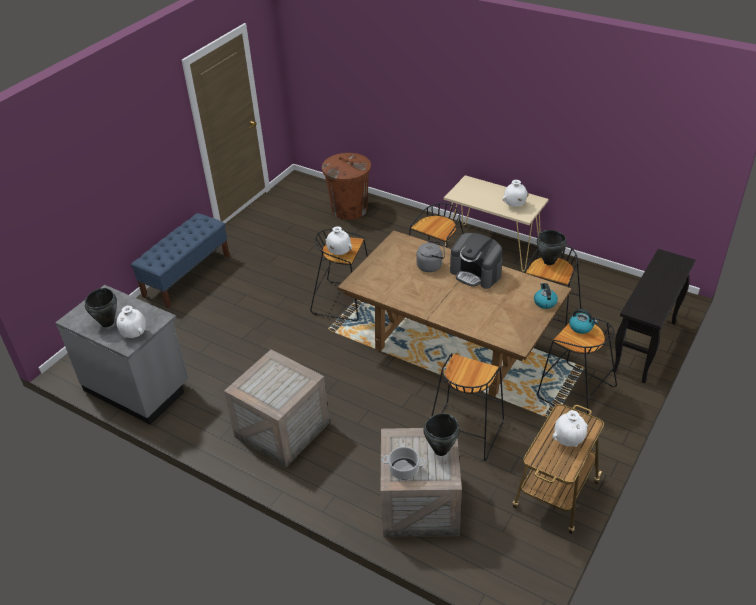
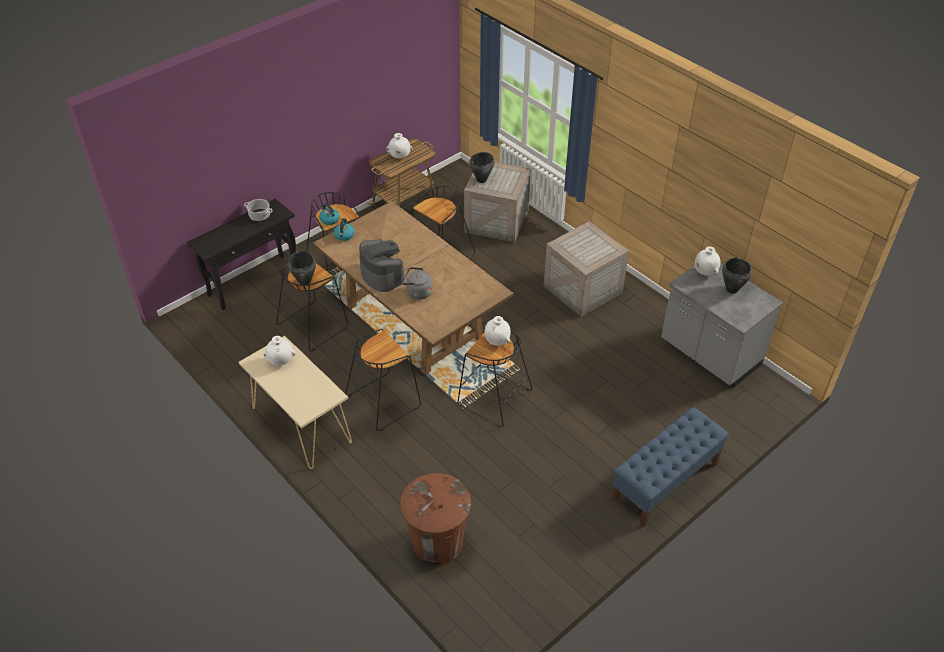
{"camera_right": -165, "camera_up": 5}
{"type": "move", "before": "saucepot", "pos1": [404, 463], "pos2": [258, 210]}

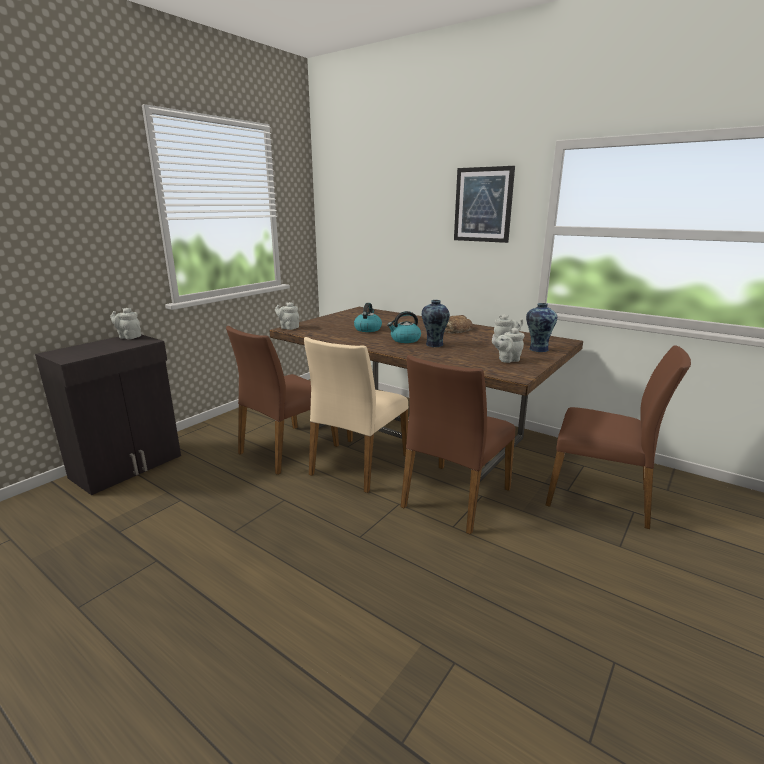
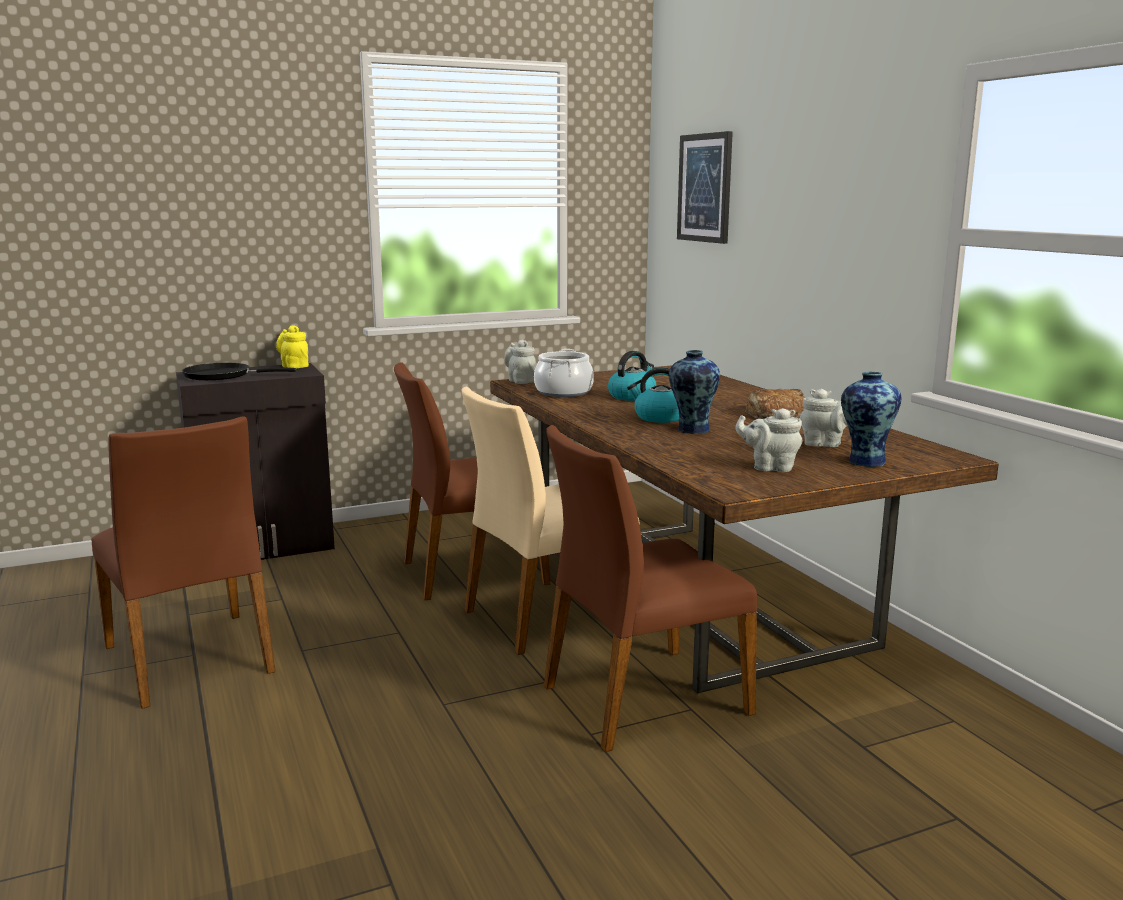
{"camera_right": 30, "camera_up": -5}
{"type": "move", "before": "chair in brown-coloured", "pos1": [618, 437], "pos2": [183, 562]}
{"type": "insert", "after": "skillet in black", "pos2": [239, 371]}
{"type": "recolor", "before": "tea pot in greyish", "after": "tea pot in yellowish", "pos1": [125, 323], "pos2": [292, 347]}
{"type": "insert", "after": "saucepot", "pos2": [564, 373]}
{"type": "move", "before": "wall picture", "pos1": [484, 204], "pos2": [705, 187]}

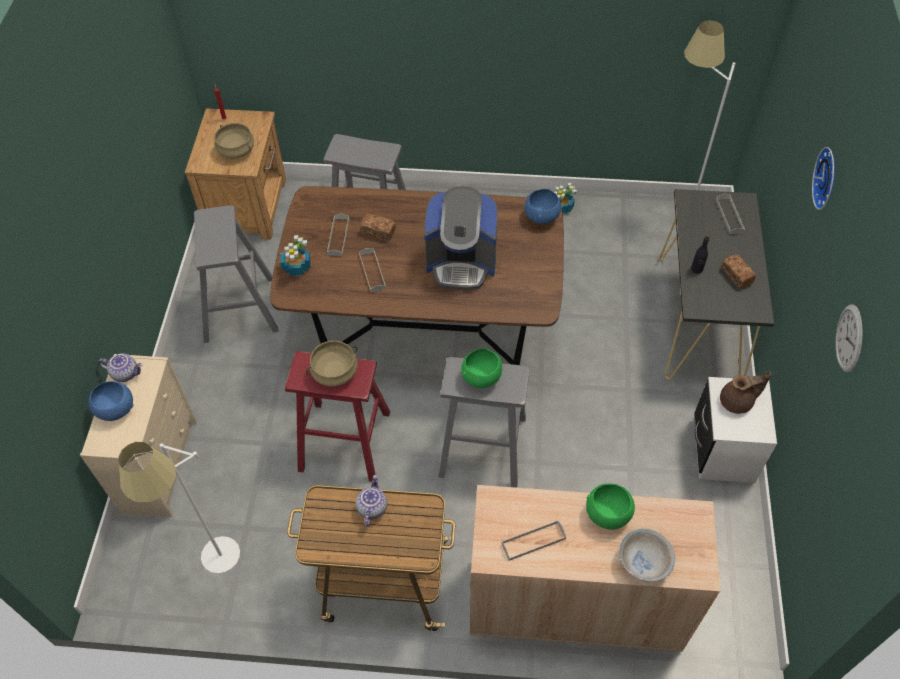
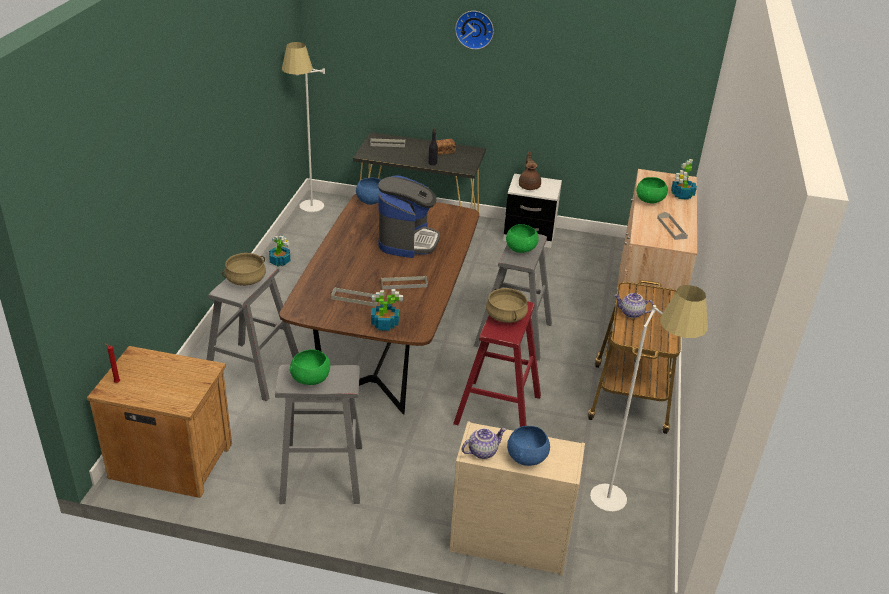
{"camera_right": -85, "camera_up": -20}
{"type": "move", "before": "saucepot in beige-coloured", "pos1": [234, 140], "pos2": [244, 269]}
{"type": "insert", "after": "deep dish in green-coloured", "pos2": [310, 367]}
{"type": "rotate", "before": "tea pot", "pos1": [120, 368], "pos2": [484, 443], "turn": 45}
{"type": "replace", "before": "deep dish in white-coloured", "after": "plant in a pot", "pos1": [647, 555], "pos2": [684, 179]}
{"type": "delete", "before": "baked bread", "pos1": [378, 227]}
{"type": "delete", "before": "clock on the wall", "pos1": [849, 338]}

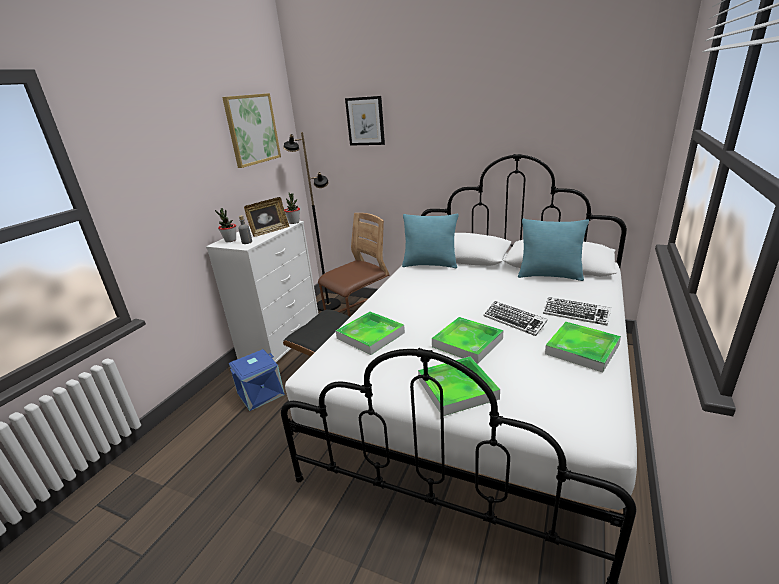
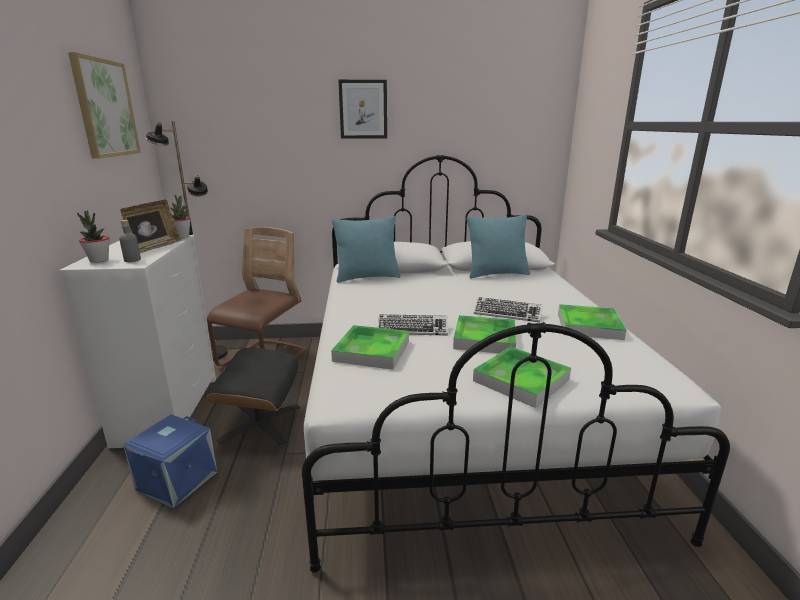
{"camera_right": -30, "camera_up": -5}
{"type": "move", "before": "wall picture", "pos1": [365, 121], "pos2": [363, 109]}
{"type": "move", "before": "PC keyboard", "pos1": [577, 311], "pos2": [413, 324]}

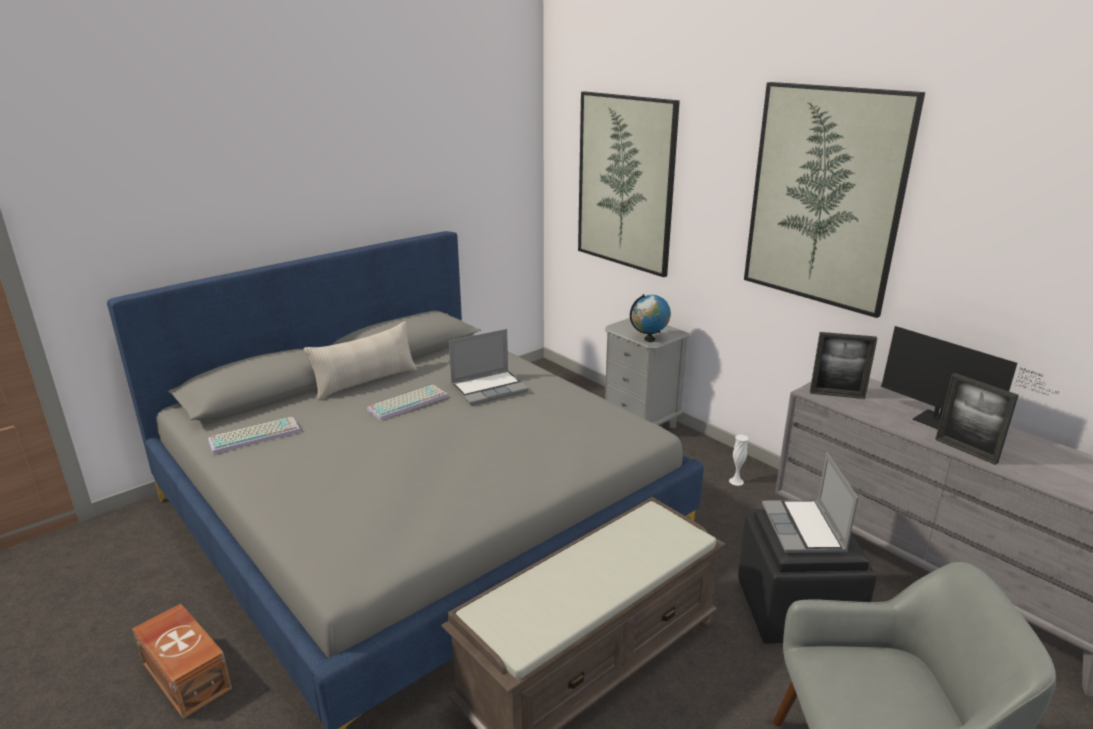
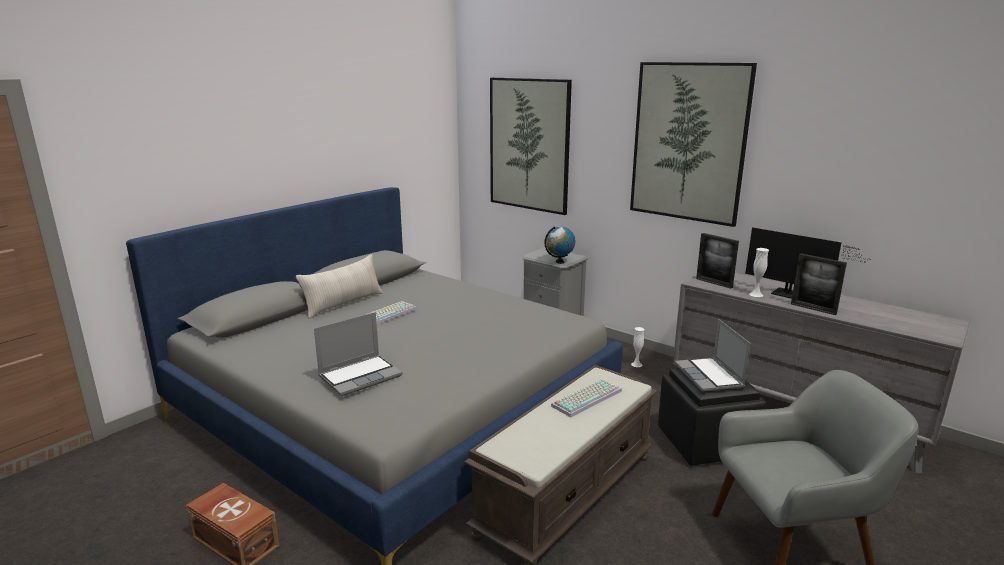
{"camera_right": -10, "camera_up": -5}
{"type": "move", "before": "laptop", "pos1": [489, 367], "pos2": [358, 354]}
{"type": "move", "before": "PC keyboard", "pos1": [254, 435], "pos2": [586, 398]}
{"type": "rotate", "before": "picture frame", "pos1": [843, 365], "pos2": [717, 261], "turn": 45}
{"type": "insert", "after": "flower vase in white-coloured", "pos2": [759, 272]}

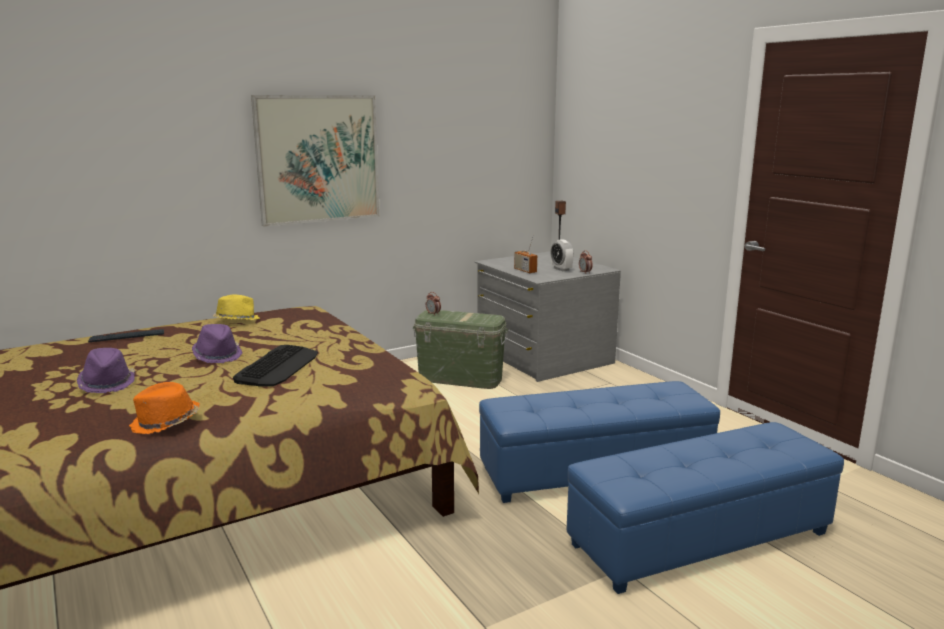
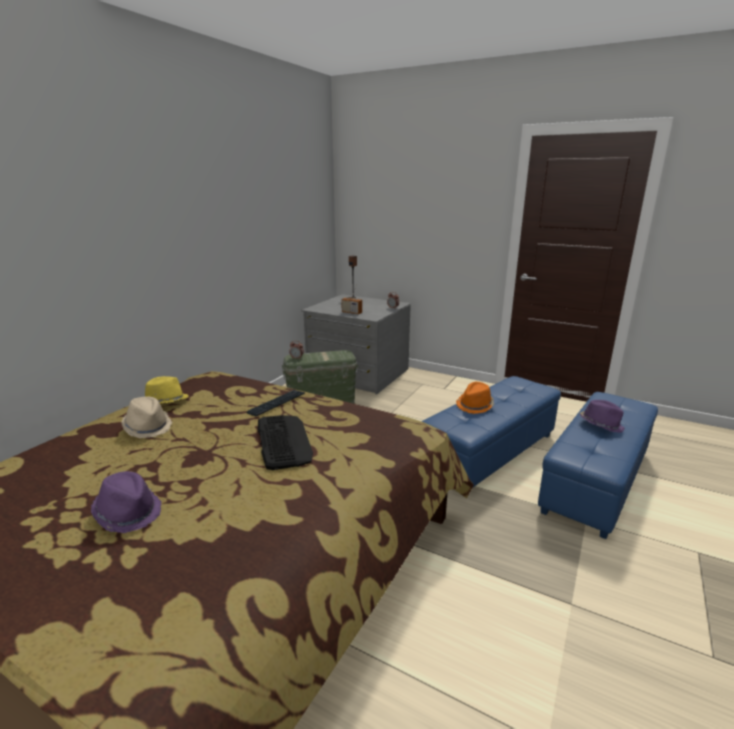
{"camera_right": -30, "camera_up": 5}
{"type": "insert", "after": "wearable hat in beige-coloured", "pos2": [146, 417]}
{"type": "move", "before": "PC keyboard", "pos1": [126, 335], "pos2": [276, 403]}
{"type": "move", "before": "wearable hat in orange-coloured", "pos1": [164, 408], "pos2": [475, 398]}
{"type": "move", "before": "wearable hat in purple", "pos1": [217, 343], "pos2": [602, 416]}
{"type": "delete", "before": "wall picture", "pos1": [315, 161]}
{"type": "delete", "before": "table clock", "pos1": [562, 255]}

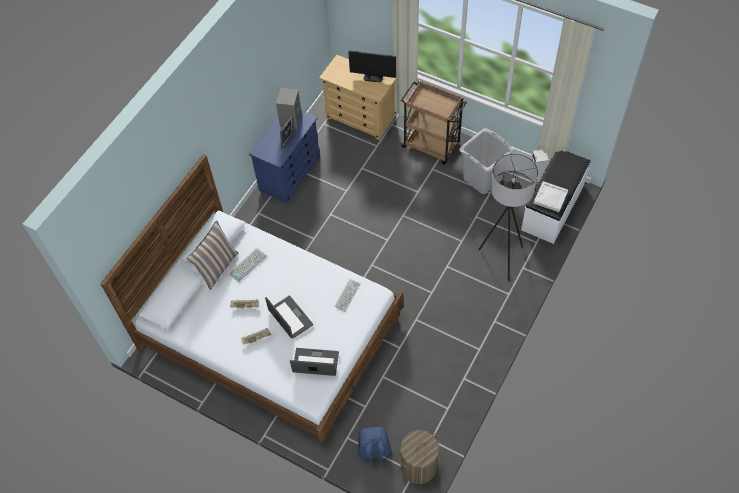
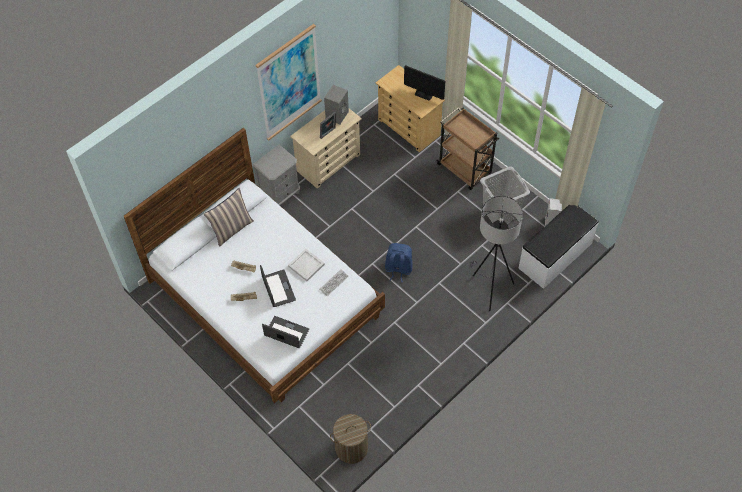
{"camera_right": 15, "camera_up": 0}
{"type": "insert", "after": "night table in greyish", "pos2": [276, 175]}
{"type": "insert", "after": "wall picture", "pos2": [288, 82]}
{"type": "move", "before": "tray in white-coloured", "pos1": [551, 196], "pos2": [306, 265]}
{"type": "recolor", "before": "dresser in bluish", "after": "dresser in beige-coloured", "pos1": [284, 157], "pos2": [326, 149]}
{"type": "move", "before": "rucksack in bluish", "pos1": [374, 449], "pos2": [399, 263]}
{"type": "delete", "before": "PC keyboard", "pos1": [248, 265]}

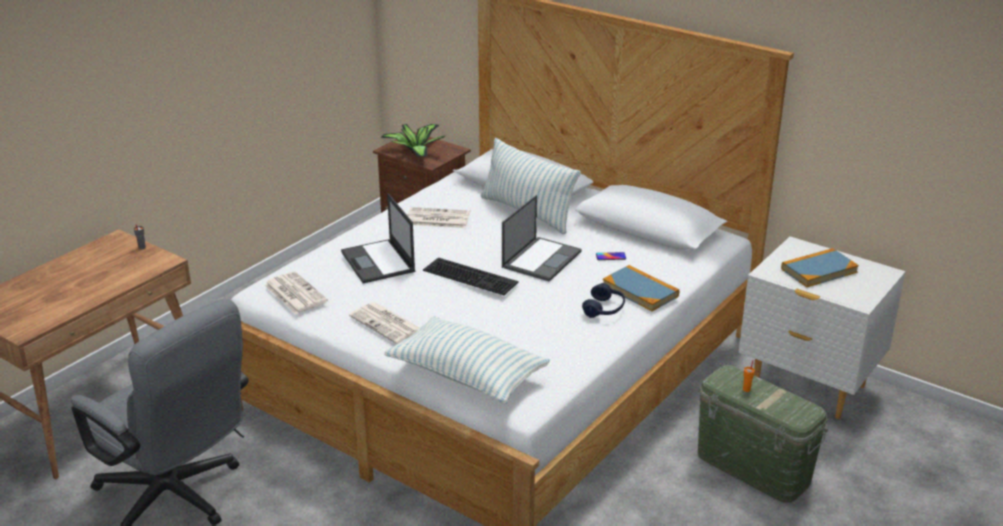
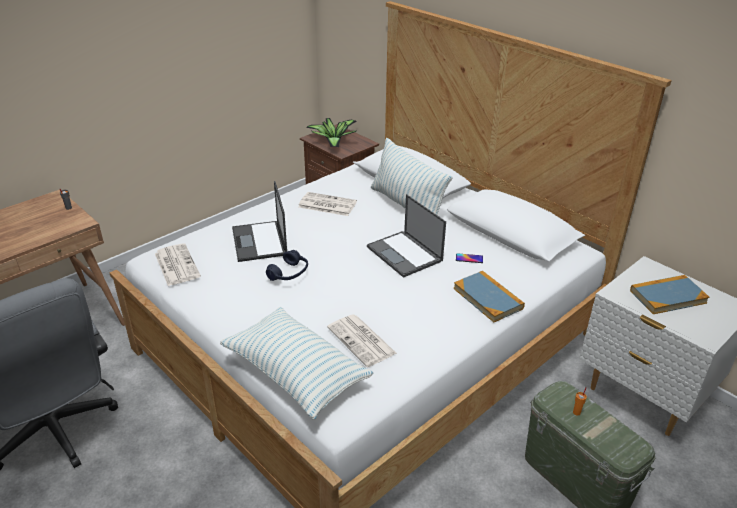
{"camera_right": 10, "camera_up": 5}
{"type": "move", "before": "pair of headphones in bluish", "pos1": [603, 300], "pos2": [287, 265]}
{"type": "move", "before": "newspaper", "pos1": [384, 323], "pos2": [362, 341]}
{"type": "rotate", "before": "laptop", "pos1": [542, 238], "pos2": [406, 236], "turn": 105}
{"type": "delete", "before": "PC keyboard", "pos1": [471, 276]}

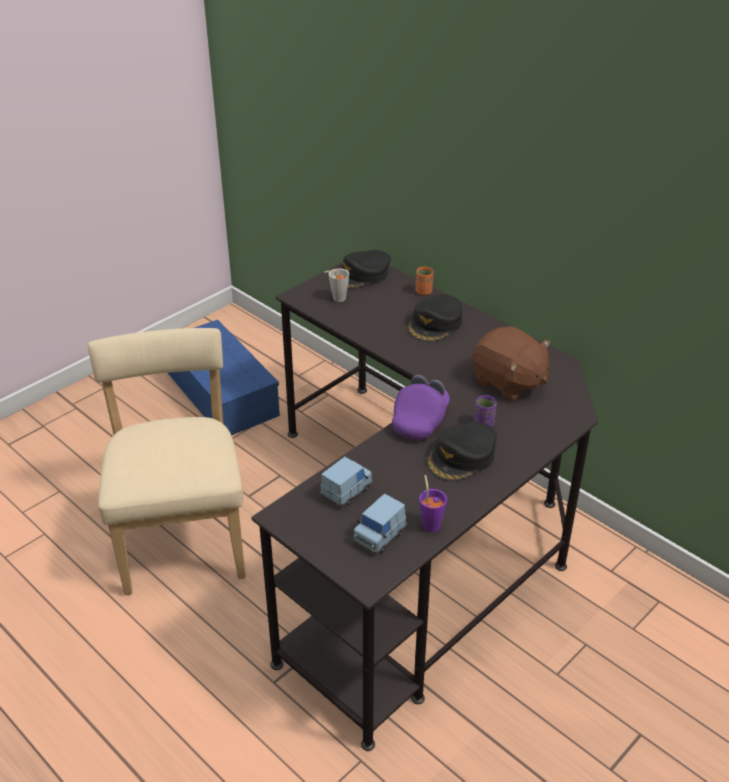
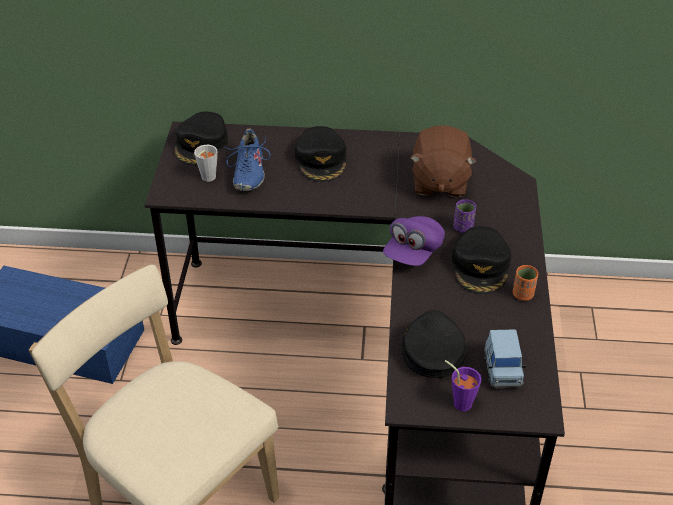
{"camera_right": -40, "camera_up": 5}
{"type": "insert", "after": "item of footwear in bluish", "pos2": [247, 159]}
{"type": "rotate", "before": "baseball cap in purple", "pos1": [421, 407], "pos2": [414, 241], "turn": -135}
{"type": "replace", "before": "miniature car in bluish", "after": "baseball cap in black", "pos1": [346, 481], "pos2": [434, 344]}
{"type": "rotate", "before": "cuddly toy in brown-coloured", "pos1": [511, 363], "pos2": [443, 161], "turn": 90}
{"type": "move", "before": "drinking cup in purple", "pos1": [433, 503], "pos2": [463, 385]}
{"type": "move", "before": "drinking cup in orange-coloured", "pos1": [425, 281], "pos2": [525, 283]}

